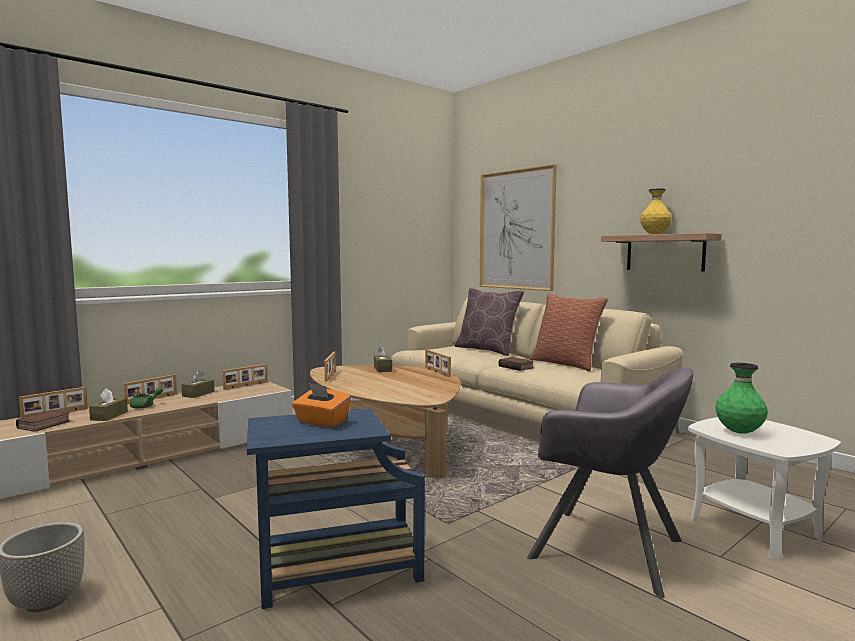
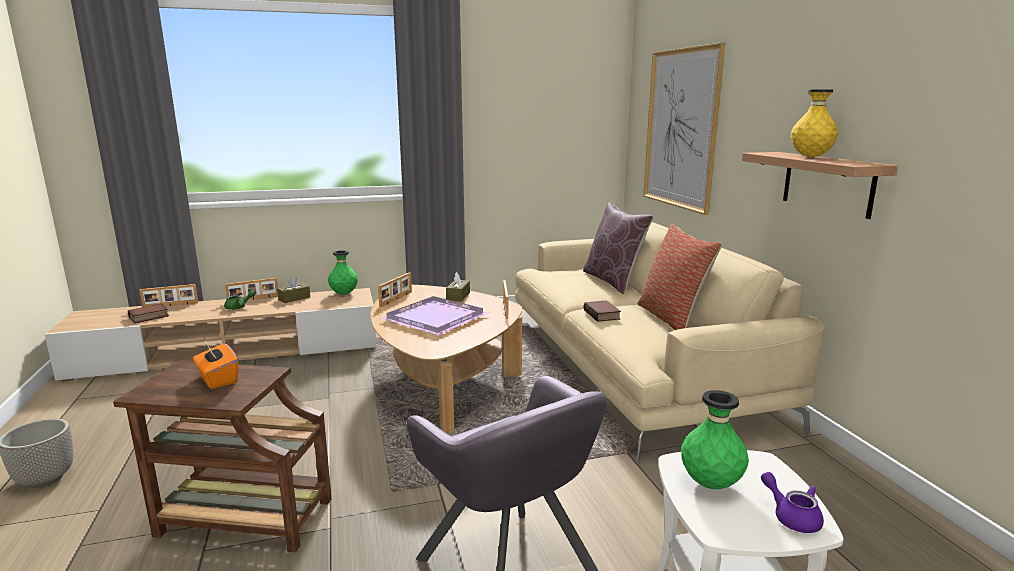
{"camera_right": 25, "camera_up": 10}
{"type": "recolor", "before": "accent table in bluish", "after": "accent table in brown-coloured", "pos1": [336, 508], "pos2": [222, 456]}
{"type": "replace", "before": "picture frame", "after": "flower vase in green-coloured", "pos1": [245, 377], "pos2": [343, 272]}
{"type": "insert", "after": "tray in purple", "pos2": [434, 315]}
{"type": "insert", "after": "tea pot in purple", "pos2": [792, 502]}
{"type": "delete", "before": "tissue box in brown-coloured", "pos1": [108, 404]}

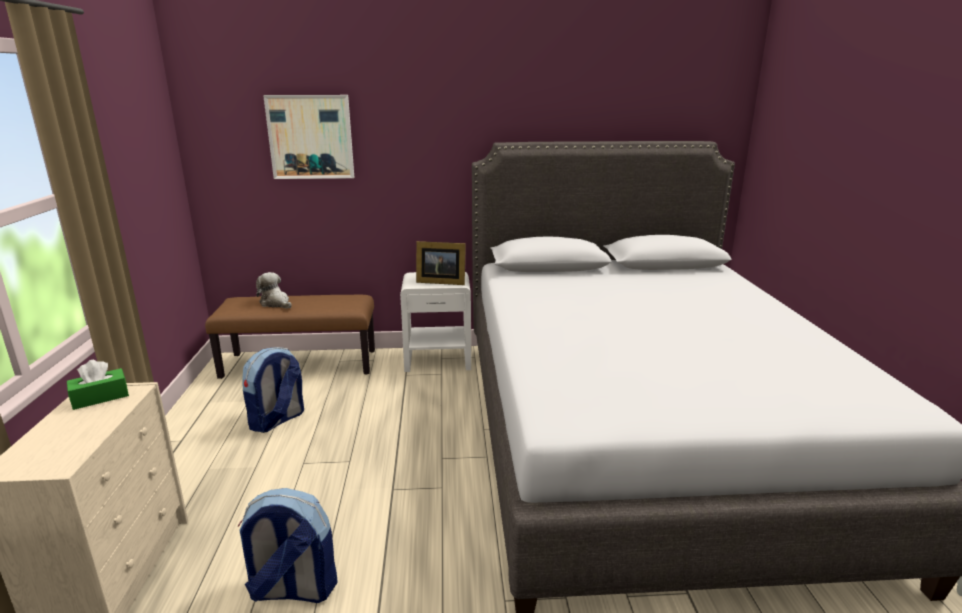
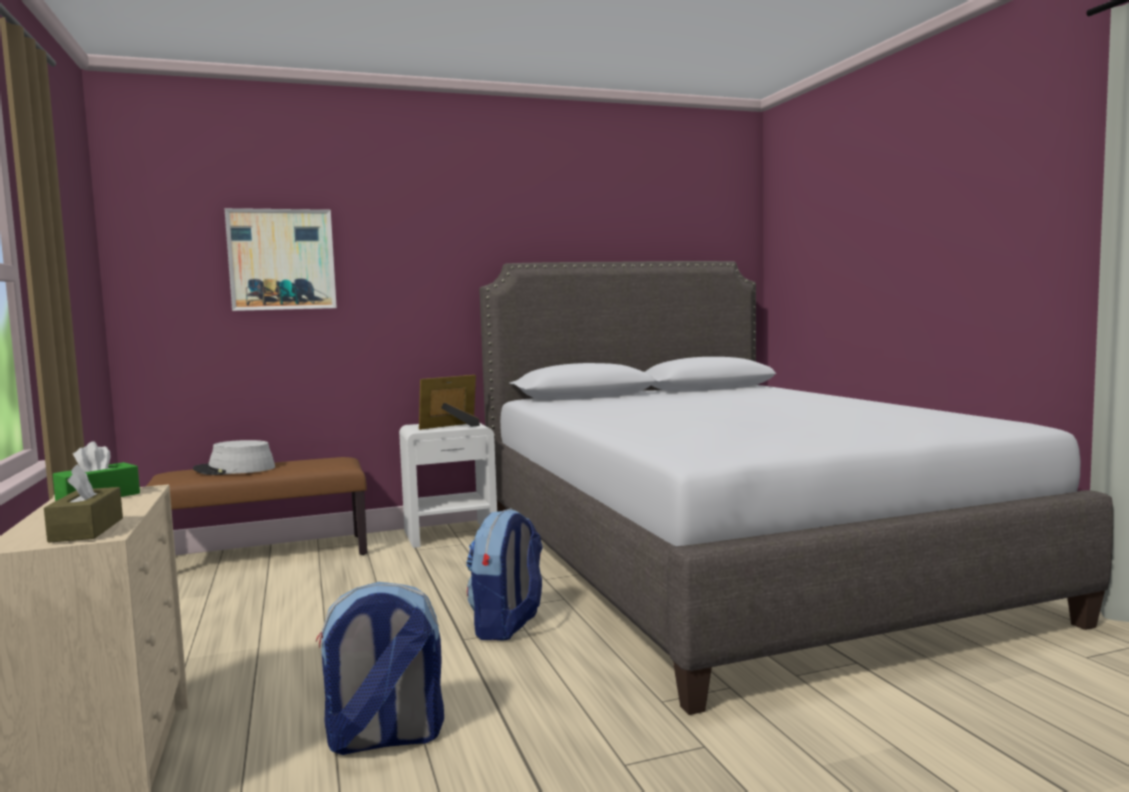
{"camera_right": -15, "camera_up": -15}
{"type": "insert", "after": "tissue box in brown-coloured", "pos2": [83, 503]}
{"type": "replace", "before": "cuddly toy", "after": "wearable hat in greyish", "pos1": [274, 290], "pos2": [234, 457]}
{"type": "rotate", "before": "picture frame", "pos1": [441, 263], "pos2": [449, 402], "turn": 150}
{"type": "move", "before": "rucksack", "pos1": [273, 390], "pos2": [504, 574]}

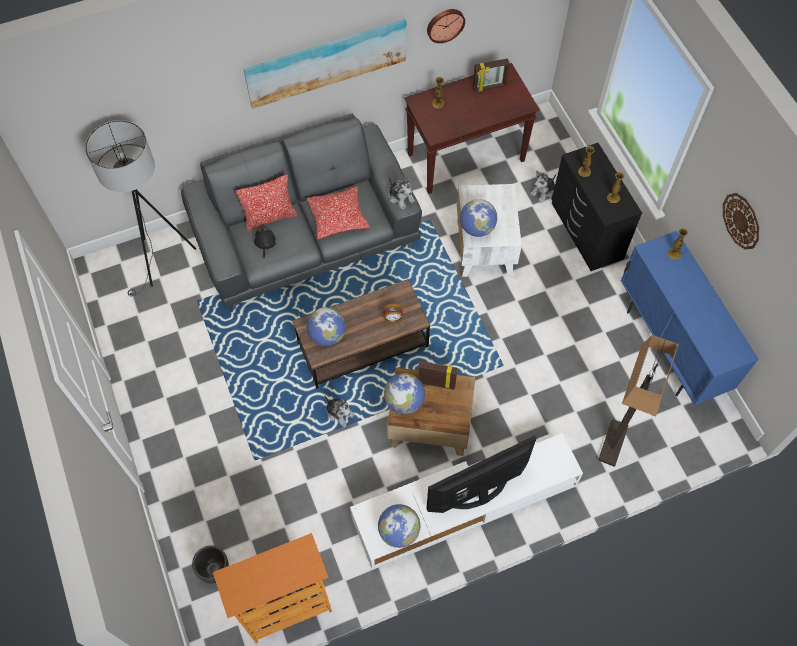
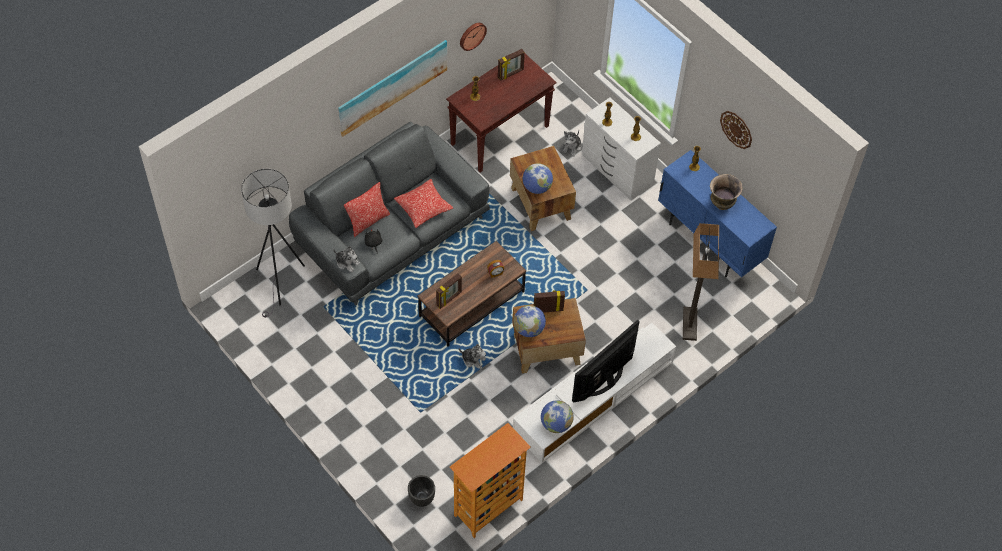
{"camera_right": -20, "camera_up": -5}
{"type": "move", "before": "cuddly toy", "pos1": [402, 193], "pos2": [346, 259]}
{"type": "replace", "before": "globe", "after": "picture frame", "pos1": [326, 326], "pos2": [449, 291]}
{"type": "recolor", "before": "accent table in white-coloured", "after": "accent table in brown-coloured", "pos1": [489, 230], "pos2": [543, 188]}
{"type": "recolor", "before": "dresser in black", "after": "dresser in white-coloured", "pos1": [596, 207], "pos2": [621, 149]}
{"type": "insert", "after": "flower vase", "pos2": [726, 192]}

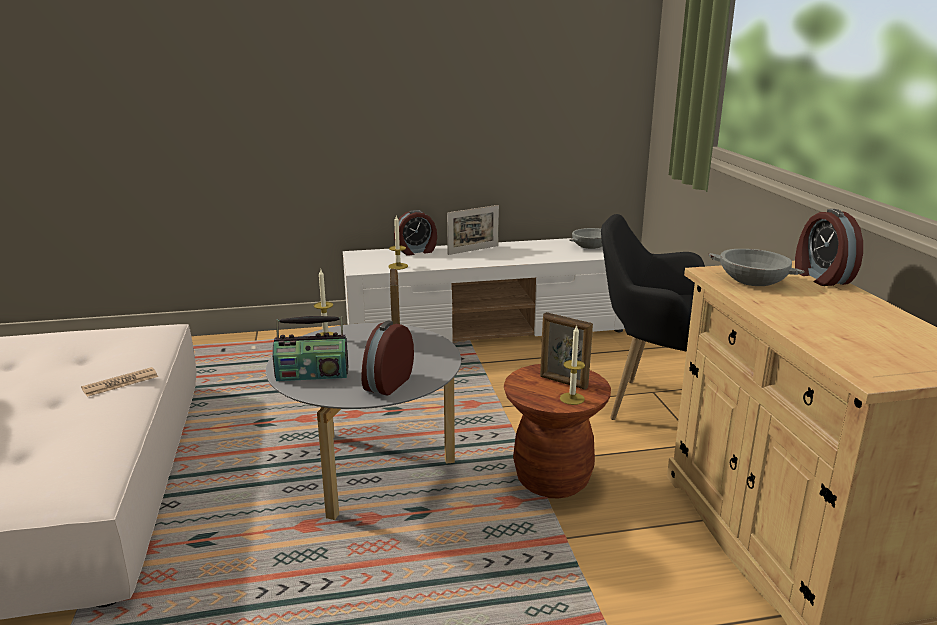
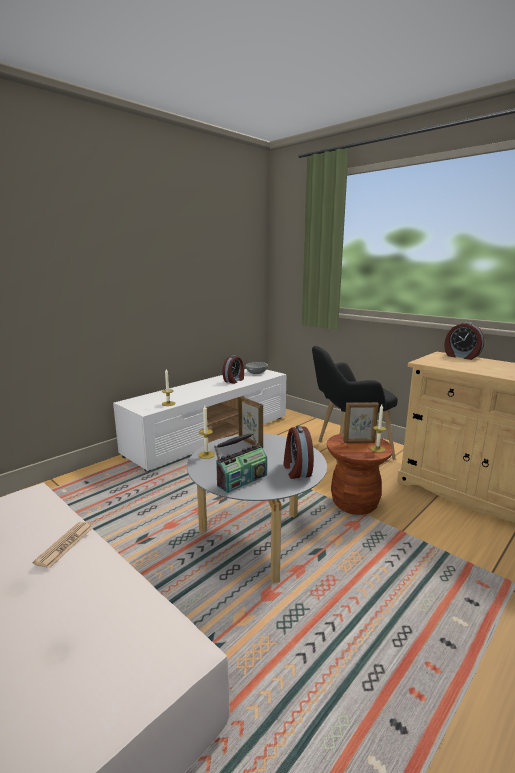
{"camera_right": -35, "camera_up": -5}
{"type": "move", "before": "table clock", "pos1": [415, 233], "pos2": [233, 369]}
{"type": "delete", "before": "picture frame", "pos1": [473, 230]}
{"type": "delete", "before": "deep dish in greyish", "pos1": [756, 267]}

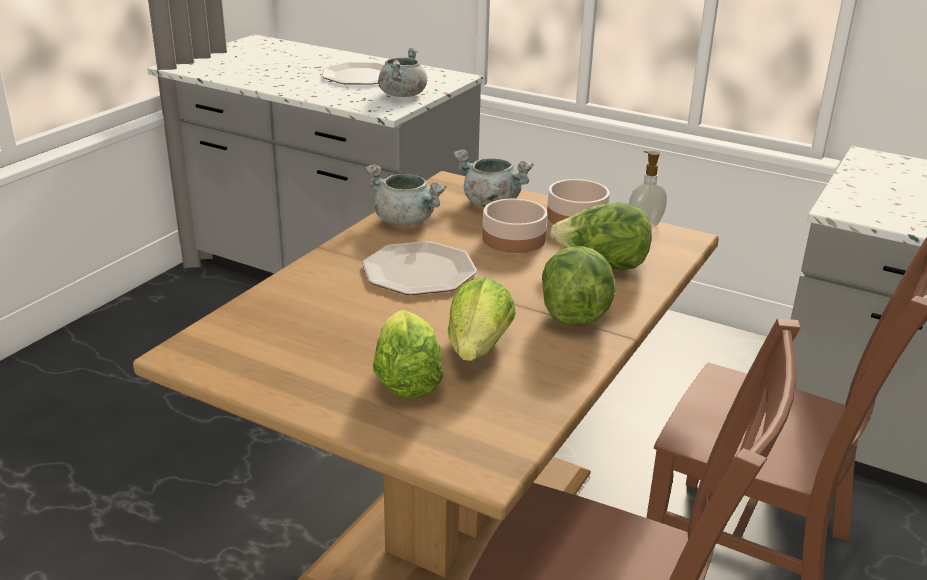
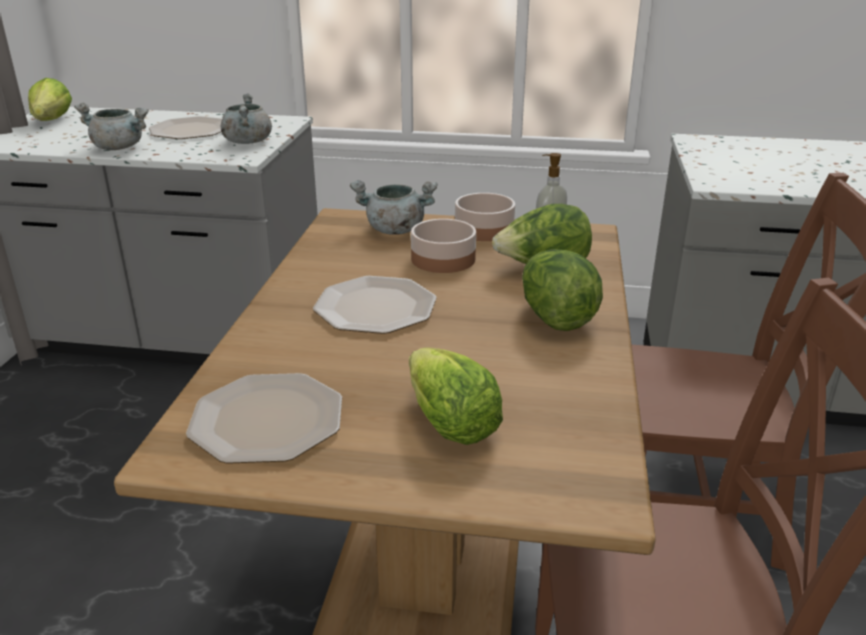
{"camera_right": -20, "camera_up": 0}
{"type": "move", "before": "lettuce", "pos1": [482, 319], "pos2": [50, 99]}
{"type": "move", "before": "saucepot in greyish", "pos1": [406, 195], "pos2": [111, 126]}
{"type": "insert", "after": "flat dish", "pos2": [264, 418]}

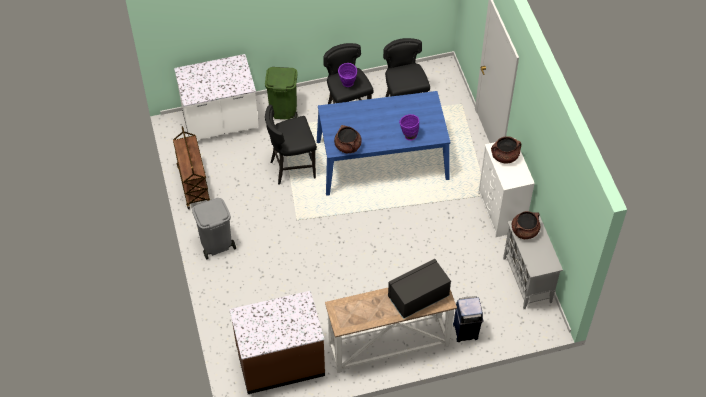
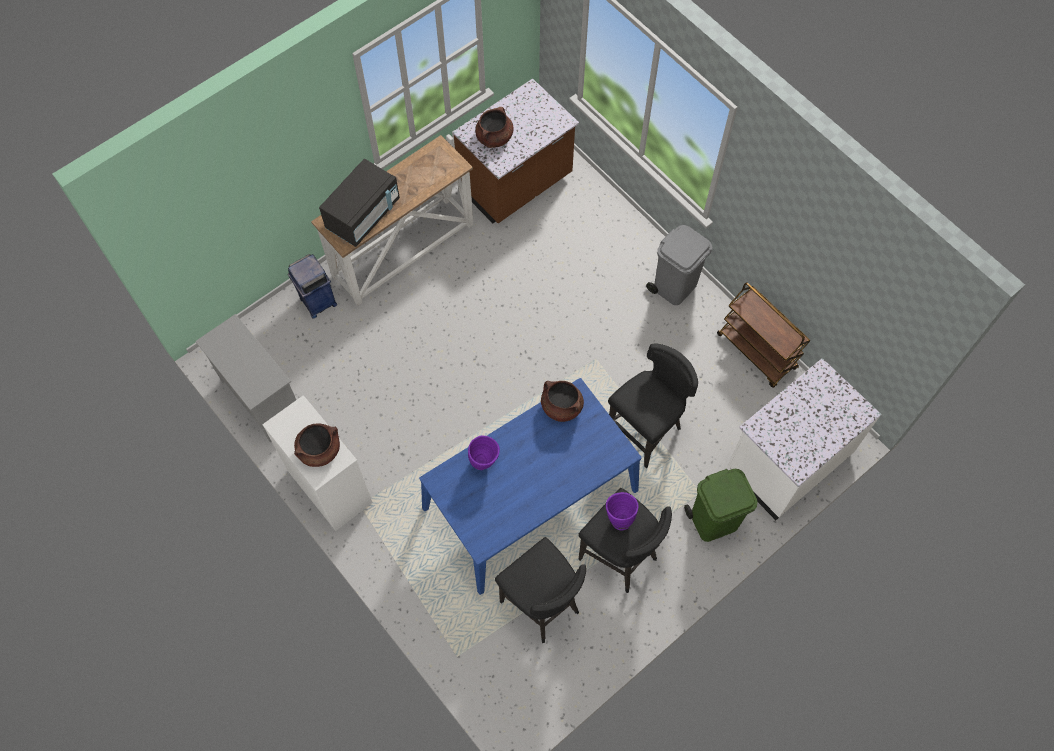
{"camera_right": 155, "camera_up": 10}
{"type": "move", "before": "saucepot in brown-coloured", "pos1": [526, 225], "pos2": [494, 127]}

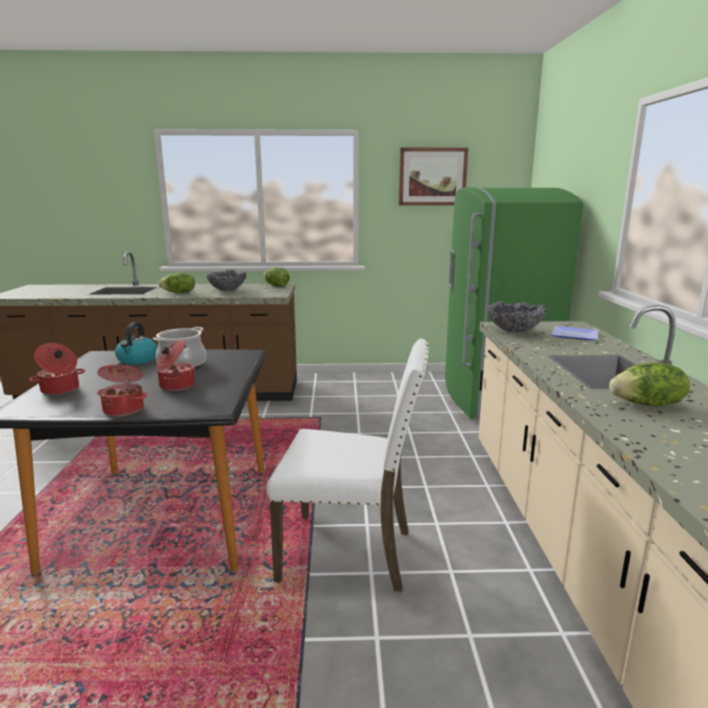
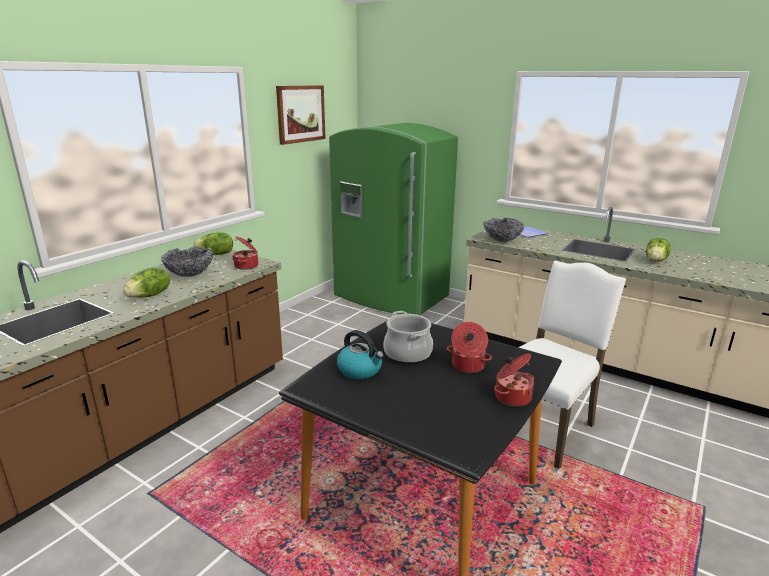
{"camera_right": -55, "camera_up": 5}
{"type": "move", "before": "saucepot", "pos1": [57, 369], "pos2": [245, 253]}

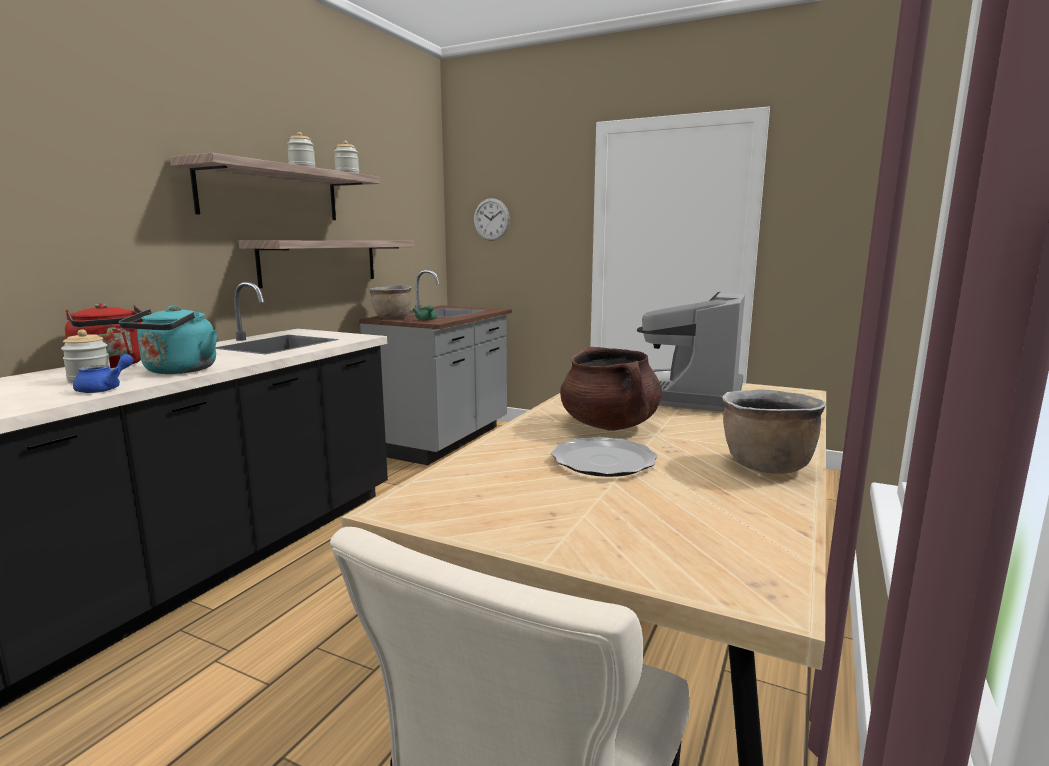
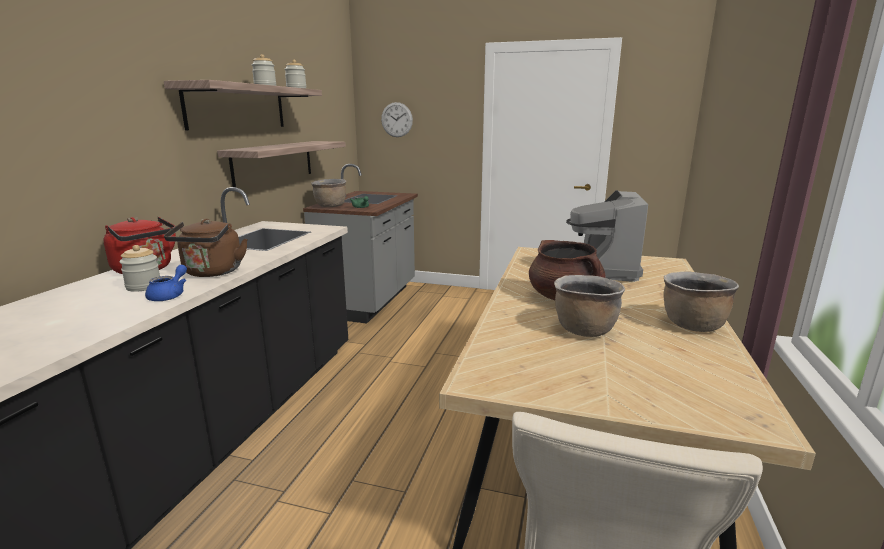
{"camera_right": -10, "camera_up": 5}
{"type": "recolor", "before": "water kettle in turquoise-coloured", "after": "water kettle in brown-coloured", "pos1": [168, 340], "pos2": [206, 248]}
{"type": "replace", "before": "flat dish", "after": "saucepot in brown-coloured", "pos1": [604, 457], "pos2": [589, 306]}

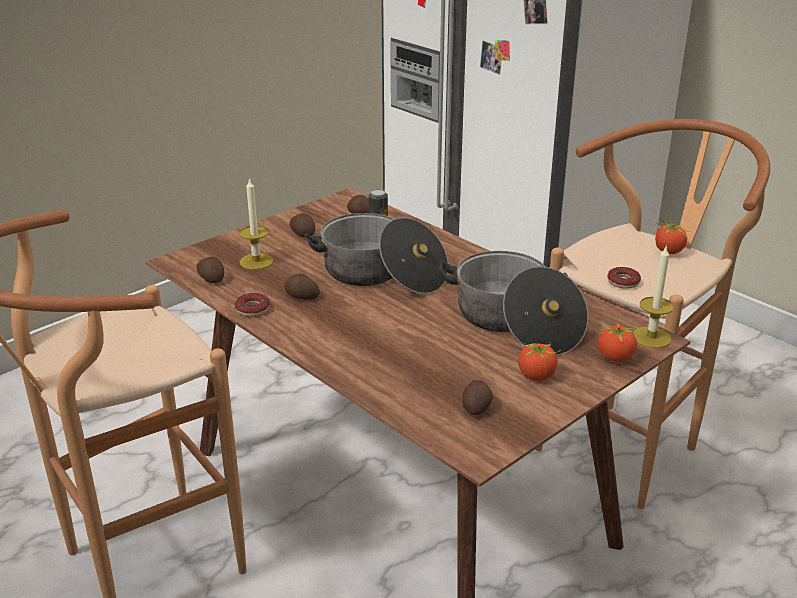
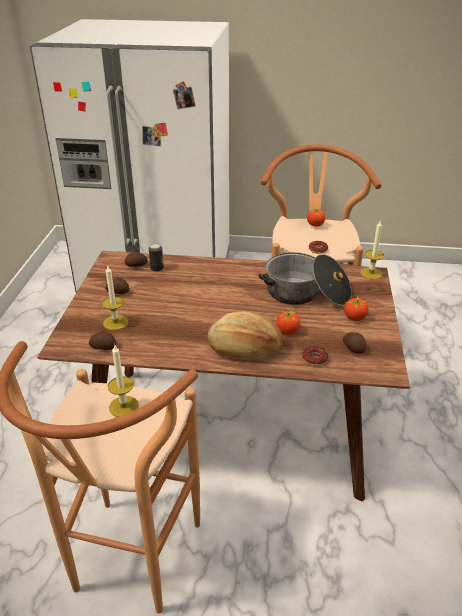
{"camera_right": -40, "camera_up": 5}
{"type": "insert", "after": "wax light", "pos2": [123, 381]}
{"type": "insert", "after": "baked bread", "pos2": [245, 335]}
{"type": "move", "before": "whole tomato", "pos1": [618, 342], "pos2": [288, 322]}
{"type": "move", "before": "donut", "pos1": [252, 305], "pos2": [315, 356]}
{"type": "delete", "before": "potato", "pos1": [302, 287]}
{"type": "delete", "before": "saucepot", "pos1": [376, 253]}

